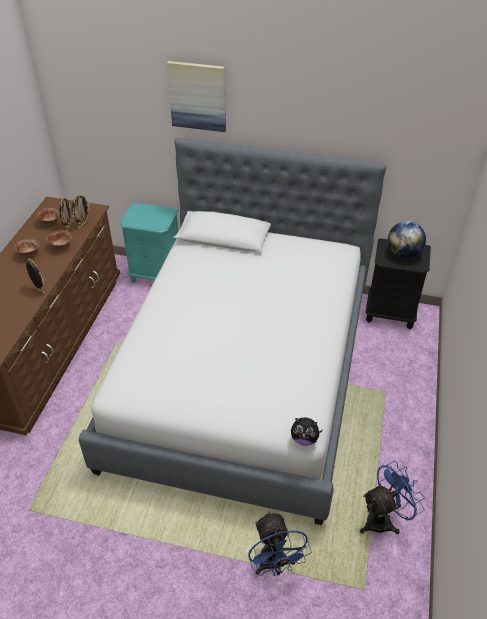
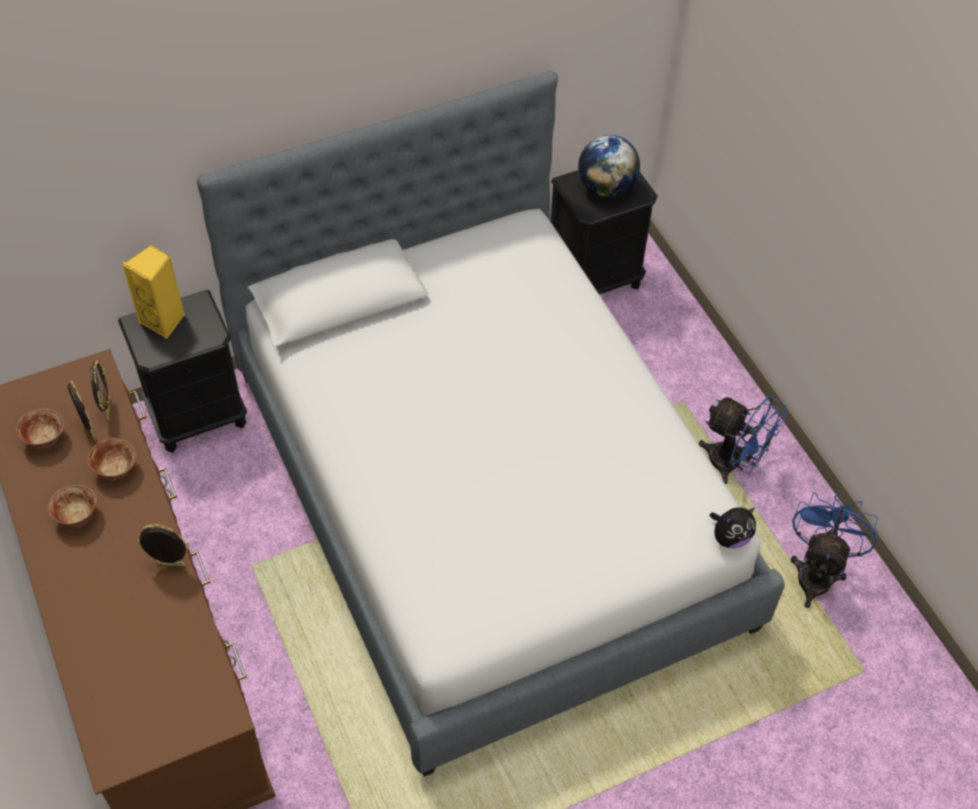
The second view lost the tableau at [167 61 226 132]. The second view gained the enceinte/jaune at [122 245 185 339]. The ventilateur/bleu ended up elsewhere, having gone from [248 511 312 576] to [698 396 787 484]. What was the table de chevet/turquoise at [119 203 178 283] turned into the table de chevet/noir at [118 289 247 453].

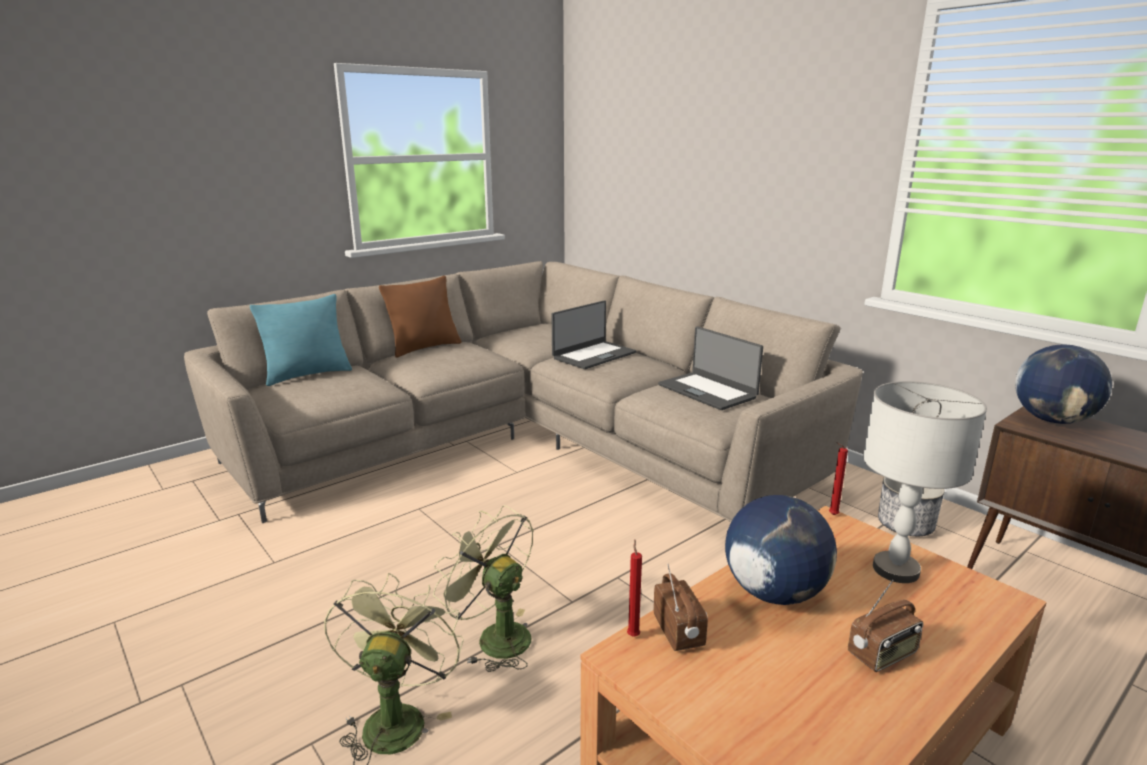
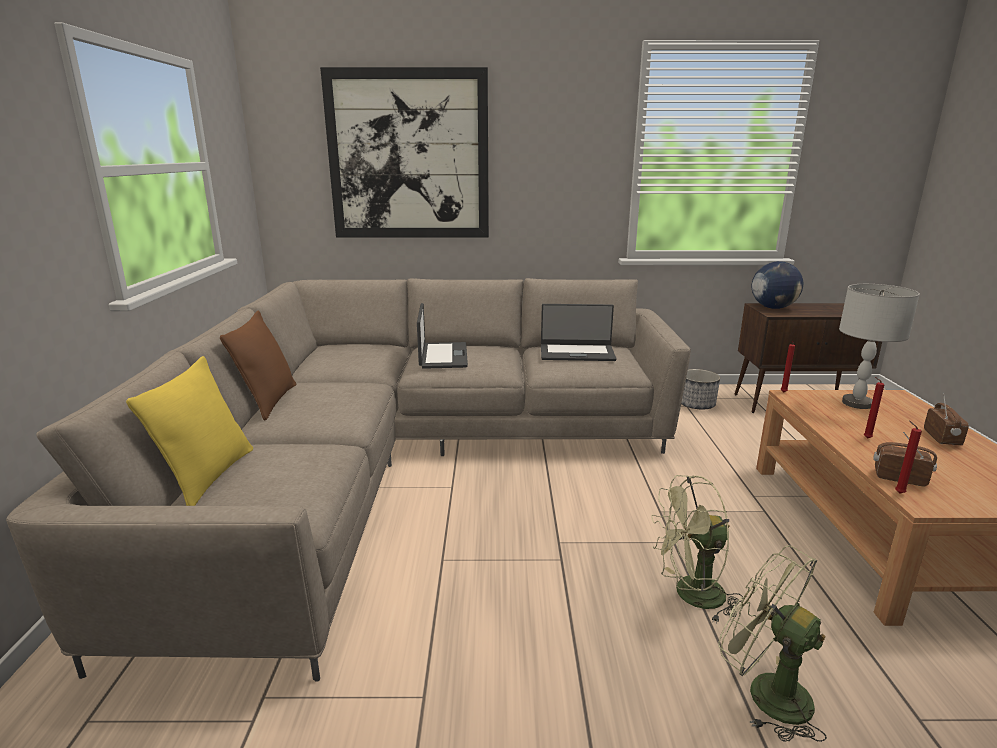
The second view gained the tableau at [320 67 489 237]. Where the globe stood at [725 495 837 605], the bougie/rouge came to stand at [864 377 885 439]. What was the coussin/turquoise at [250 294 352 386] turned into the coussin/jaune at [126 356 253 506].

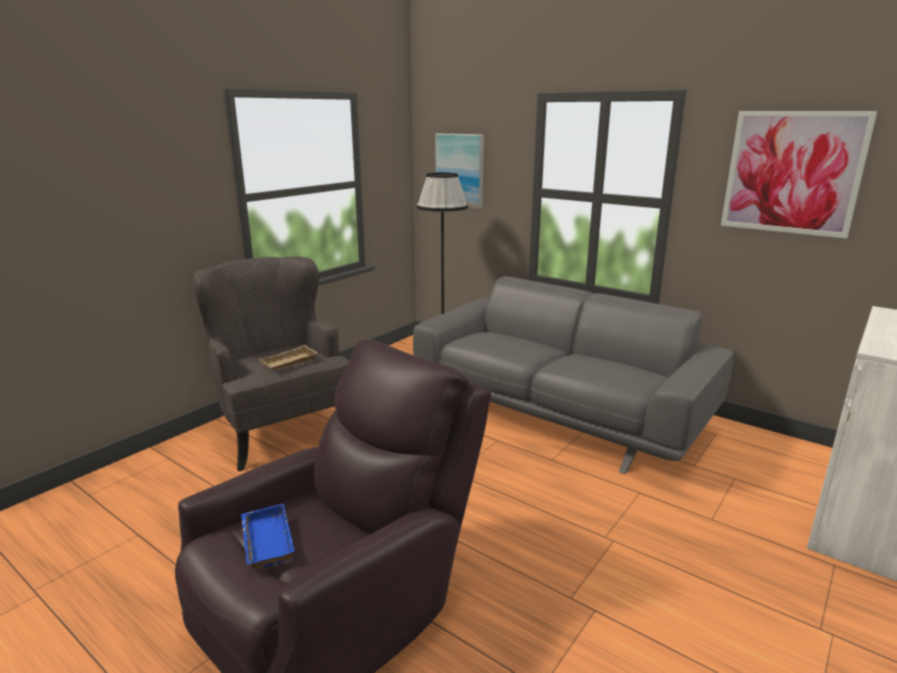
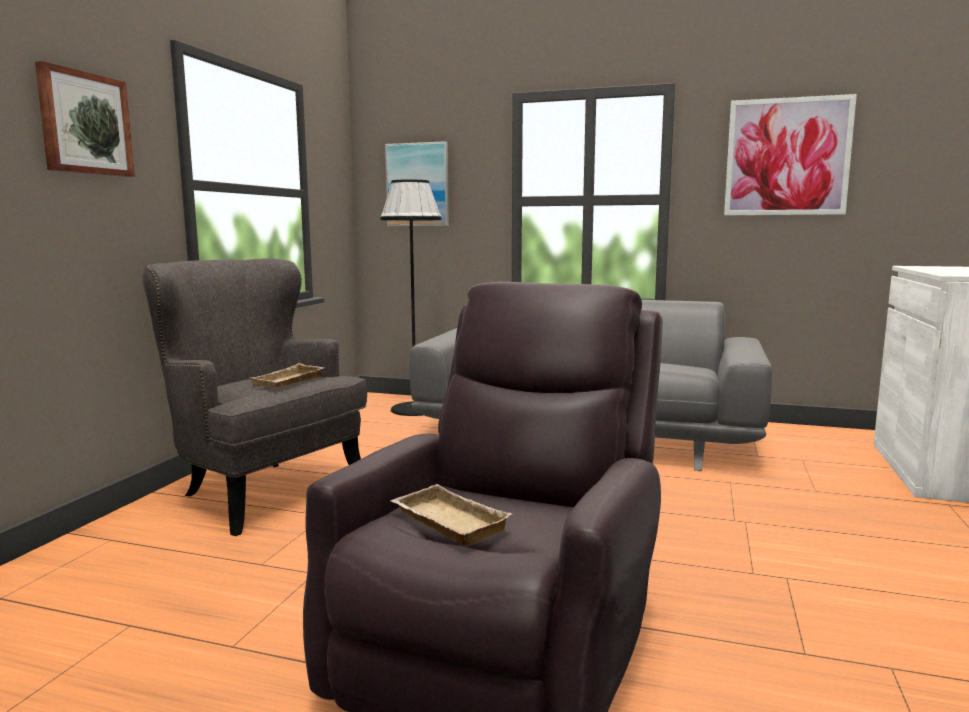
The second view gained the tableau at [35 61 135 177]. What was the plateau/bleu at [241 504 294 569] turned into the plateau/beige at [390 484 512 546].

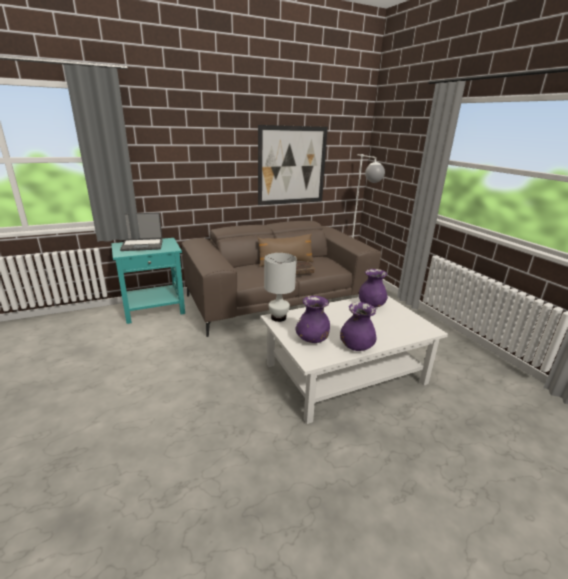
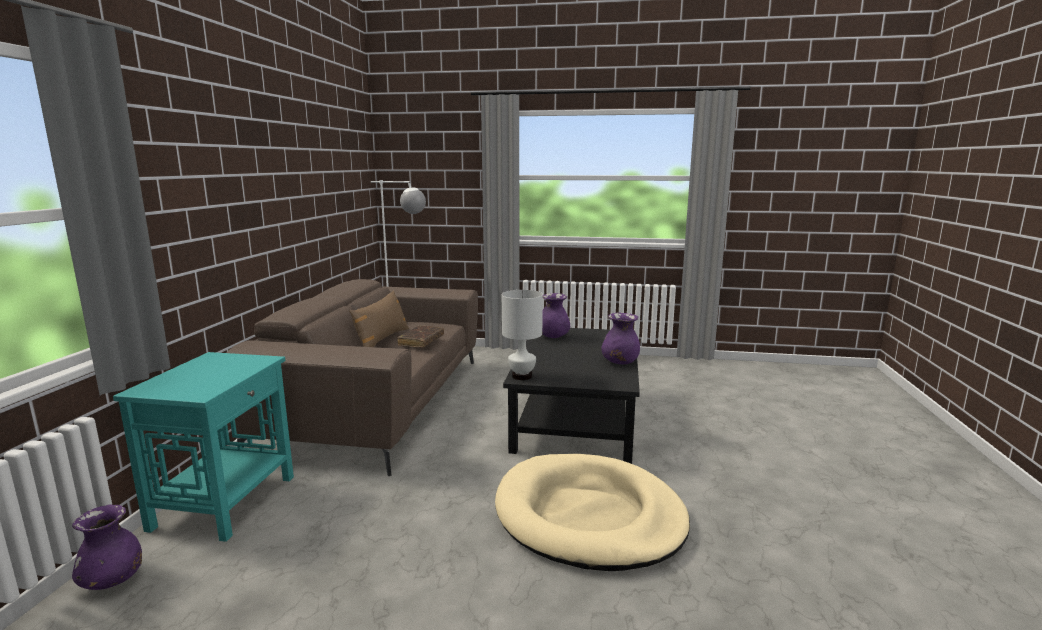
The second view lost the ordinateur portable at [120 213 162 251]. The second view lost the tableau at [258 125 328 205]. The second view gained the panier pour chien/beige at [495 454 690 571]. The vase/violet ended up elsewhere, having gone from [295 296 330 343] to [72 504 142 590]. What was the table basse/blanc at [260 296 448 424] turned into the table basse/noir at [503 328 640 464].

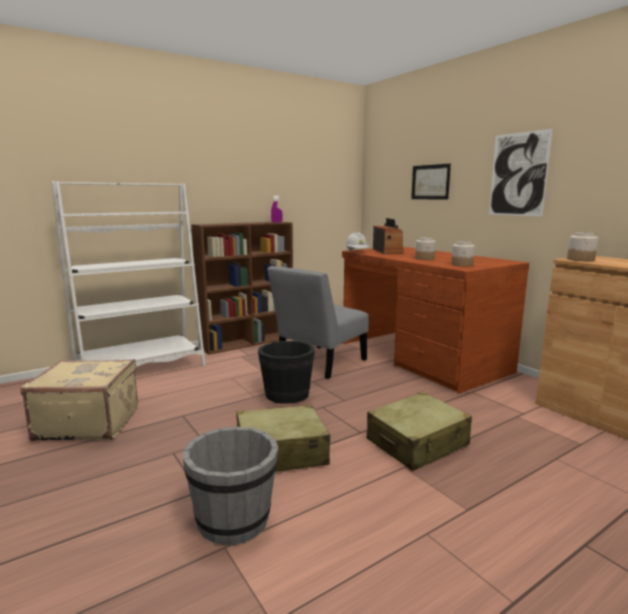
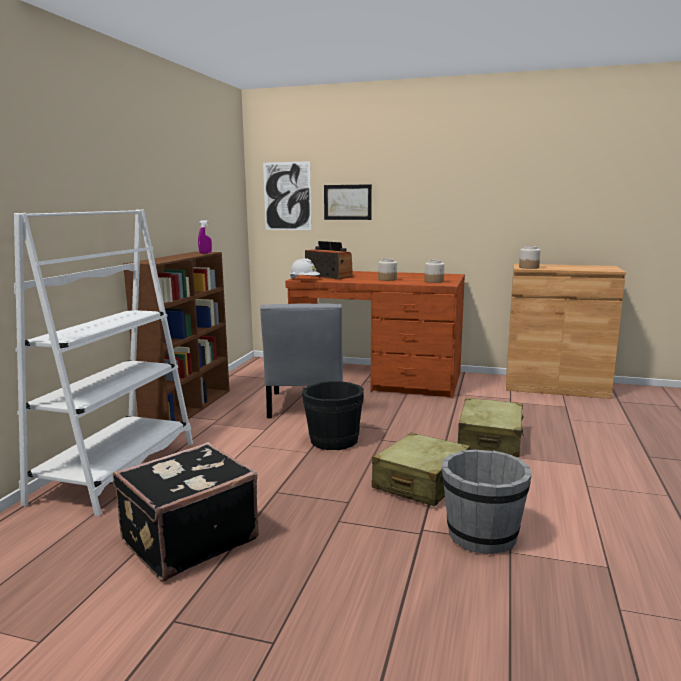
The tableau ended up elsewhere, having gone from [489 129 553 217] to [263 161 311 230]. What was the valise/beige at [21 359 138 441] turned into the valise/noir at [113 442 259 582].

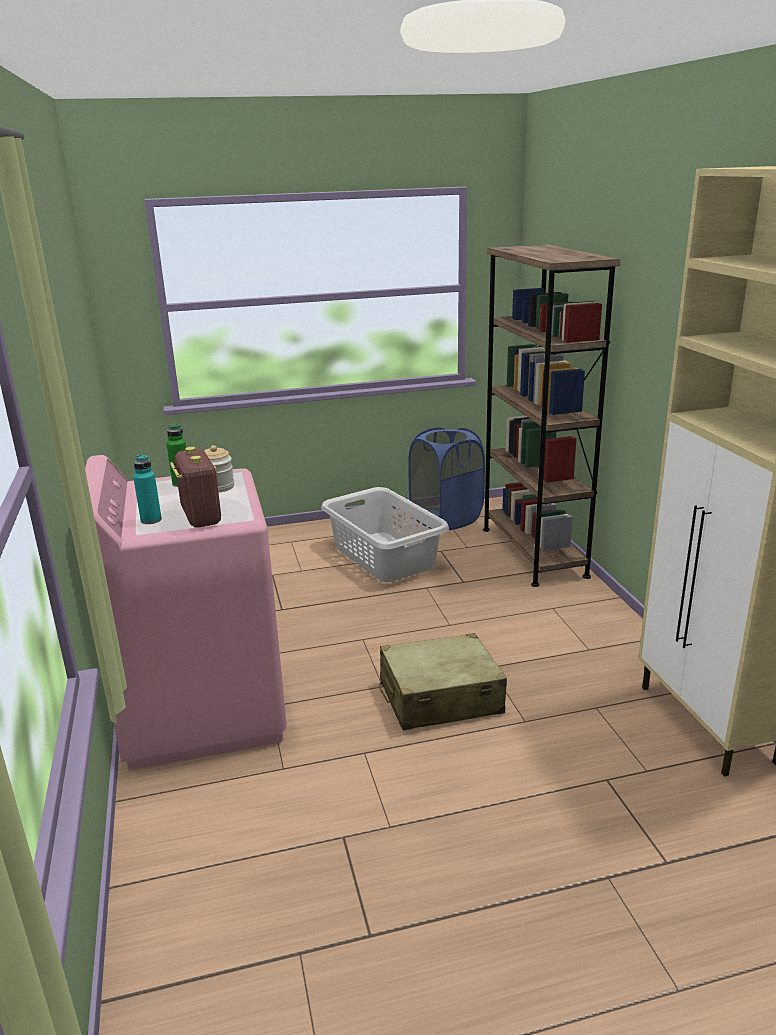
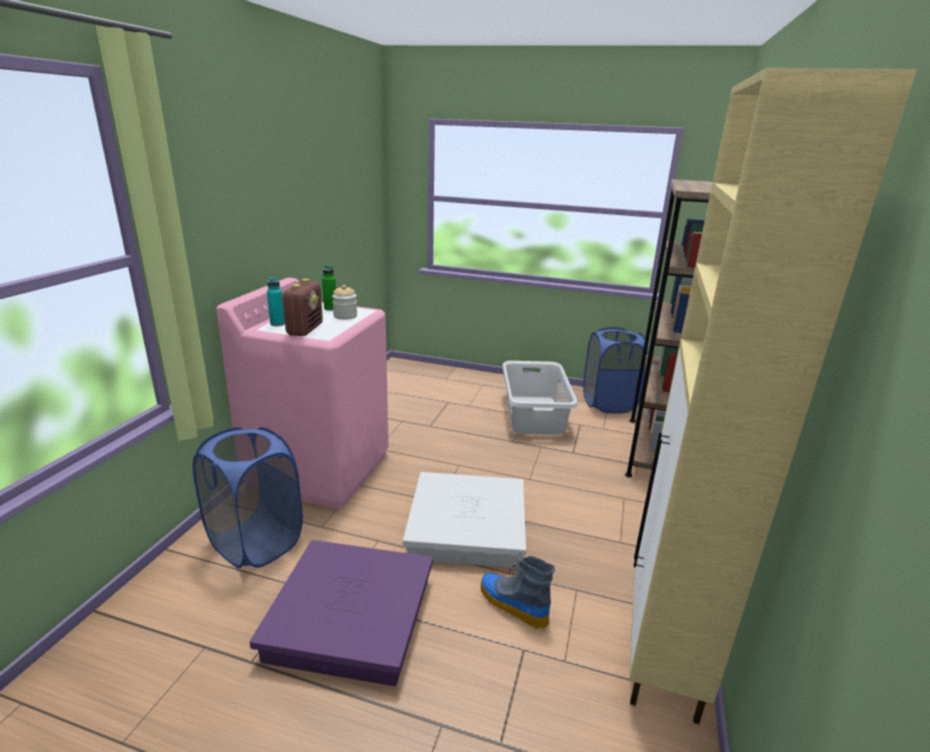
The second view gained the panier à linge/bleu at [193 427 303 568]. The second view gained the boîte de rangement/violet at [250 540 433 686]. The second view gained the botte at [481 553 555 629]. Where the valise/beige stood at [379 633 507 730], the boîte de rangement/blanc came to stand at [403 472 526 568].

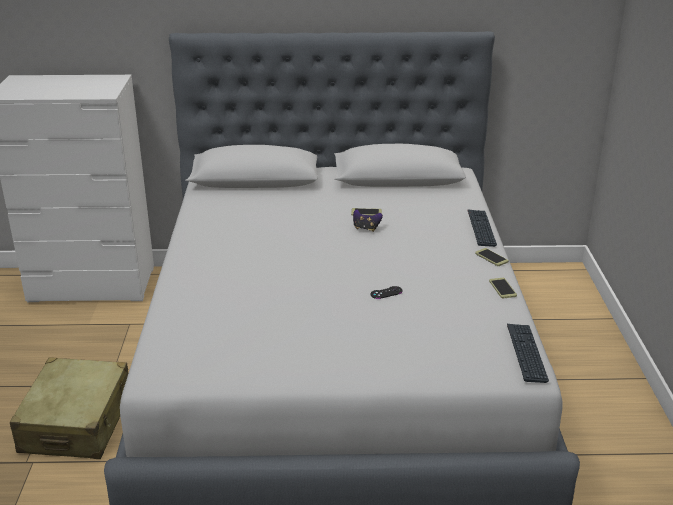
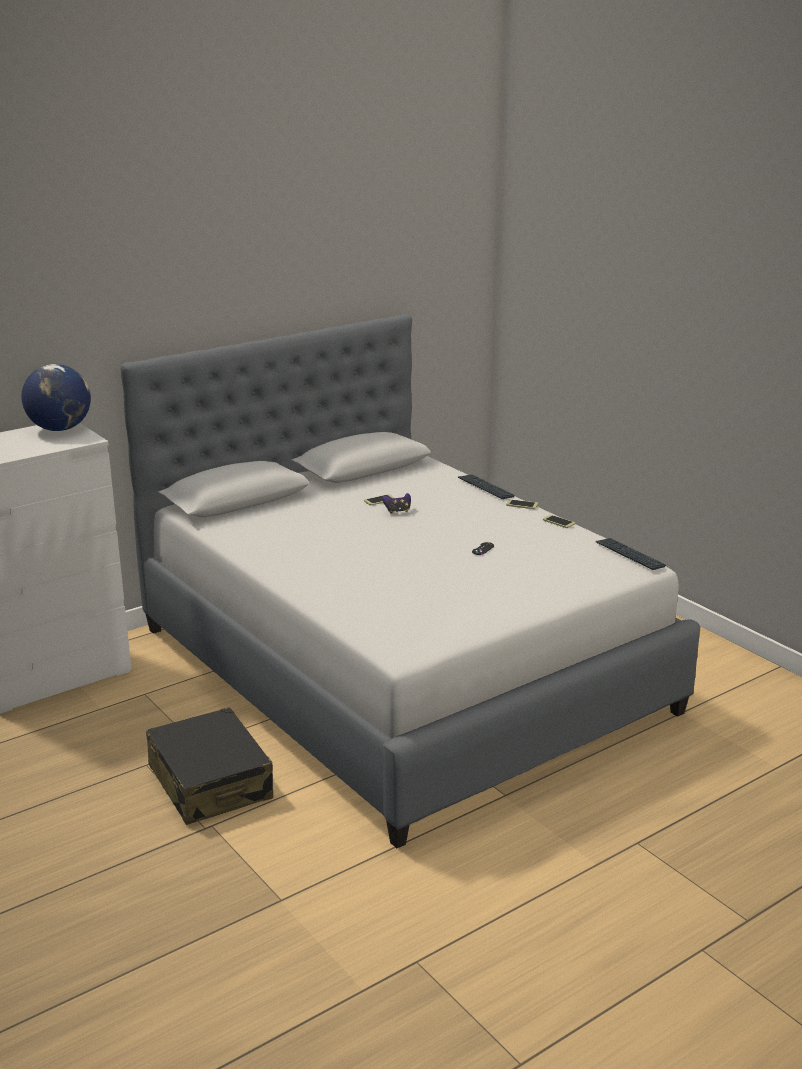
The second view gained the globe at [21 364 91 431]. What was the valise/beige at [10 358 128 459] turned into the valise/noir at [146 707 273 825].

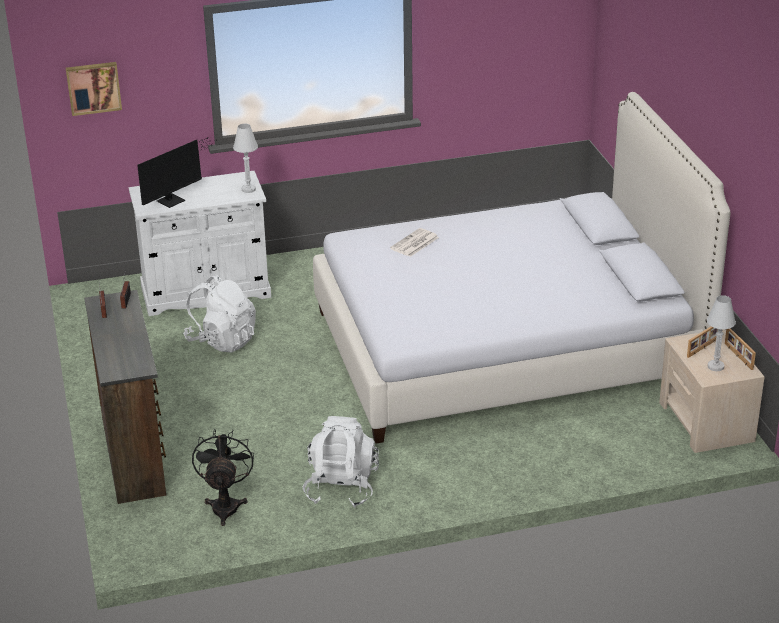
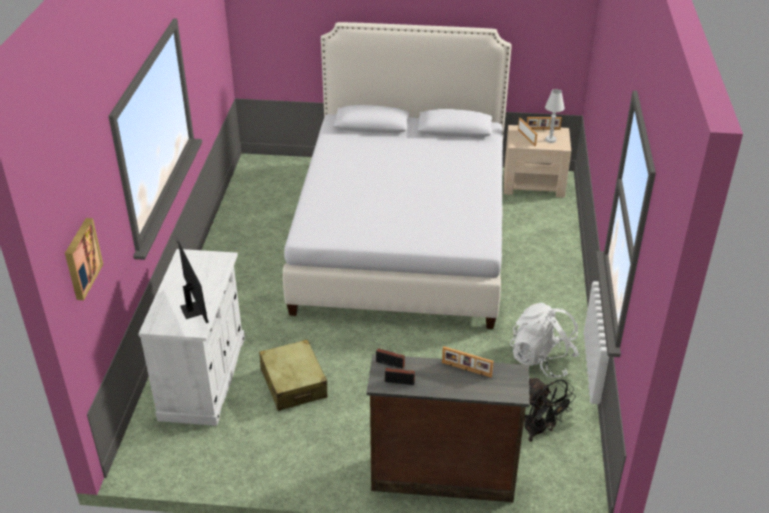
The second view lost the lampe de table/blanc at [233 124 258 193]. The second view lost the journal at [390 228 439 257]. The second view gained the cadre photo at [442 346 493 377]. Where the sac à dos/blanc stood at [183 274 256 353], the valise/beige came to stand at [259 339 328 411]. The ventilateur/noir at [192 429 254 526] ended up facing another way, 150 degrees counterclockwise from before.

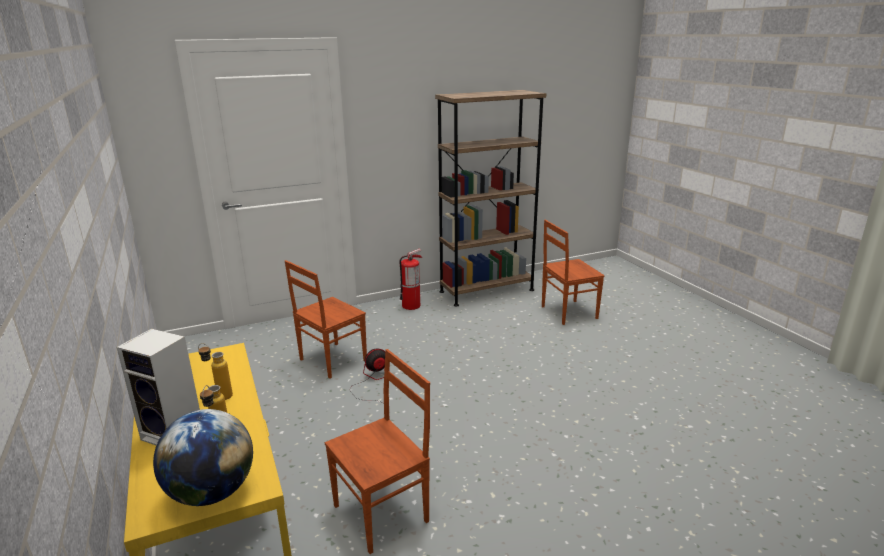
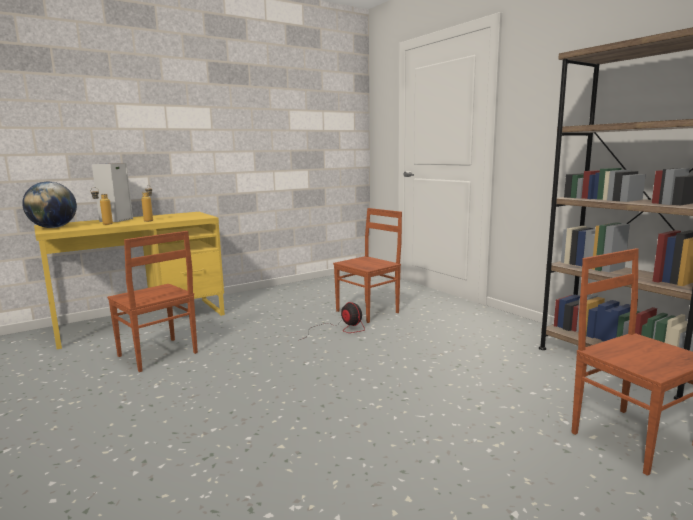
The second view lost the extincteur at [399 248 422 310]. The chaise/marron at [285 260 367 379] ended up facing another way, 105 degrees clockwise from before.

